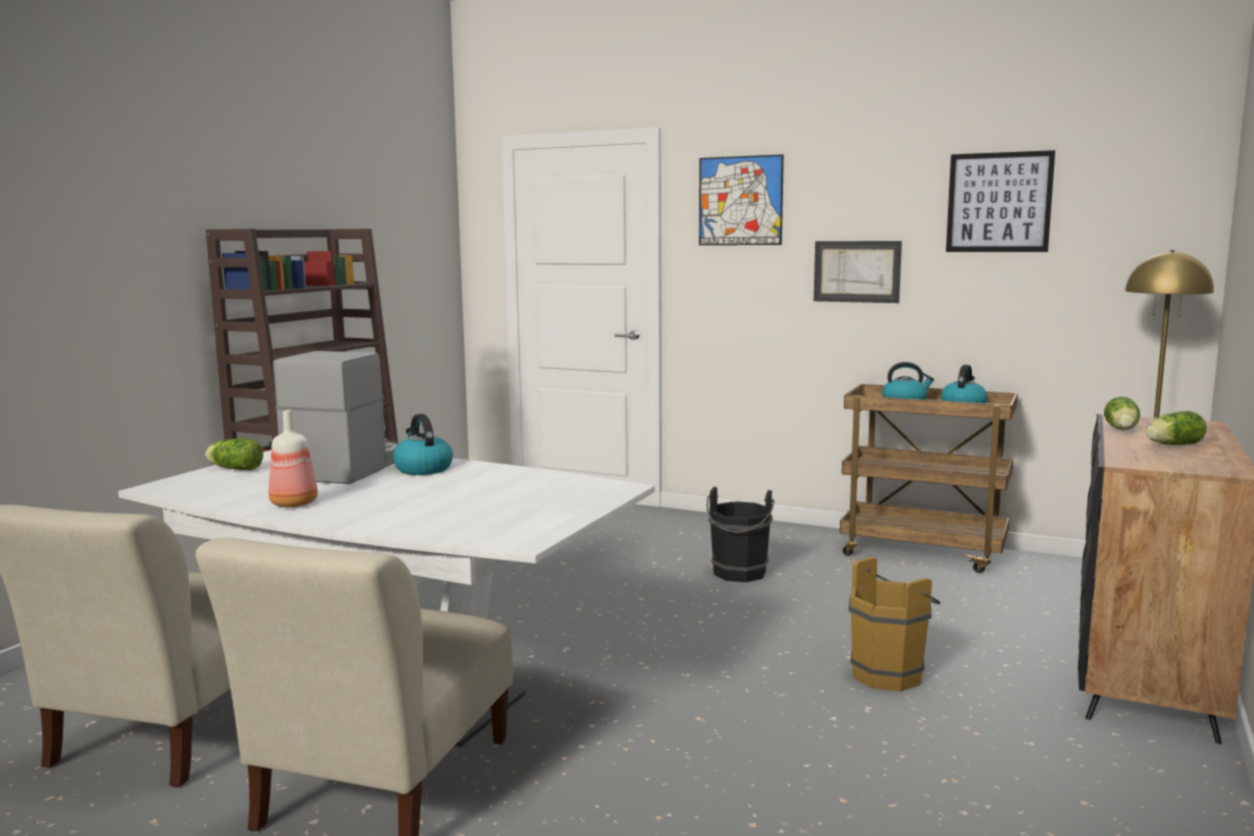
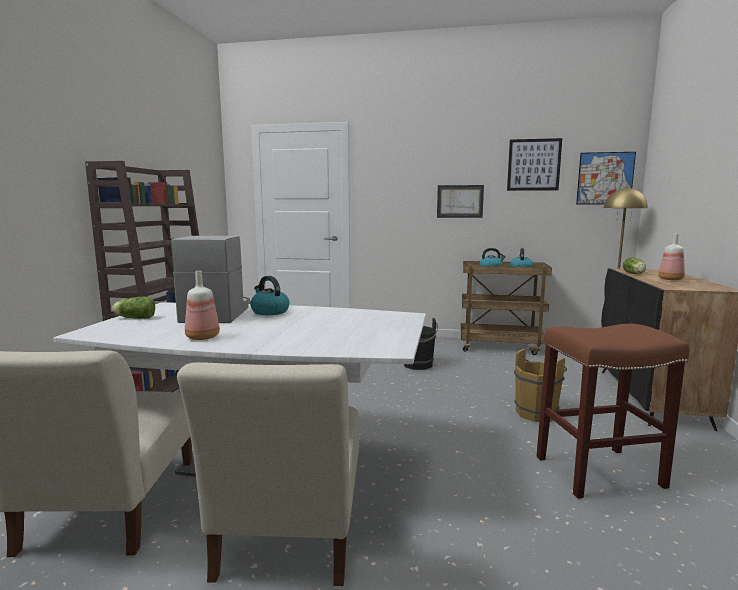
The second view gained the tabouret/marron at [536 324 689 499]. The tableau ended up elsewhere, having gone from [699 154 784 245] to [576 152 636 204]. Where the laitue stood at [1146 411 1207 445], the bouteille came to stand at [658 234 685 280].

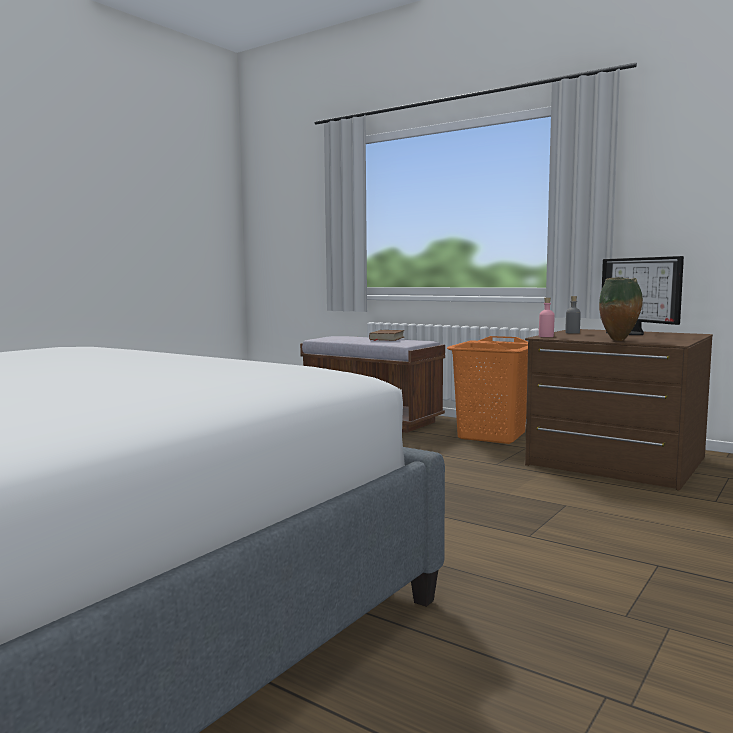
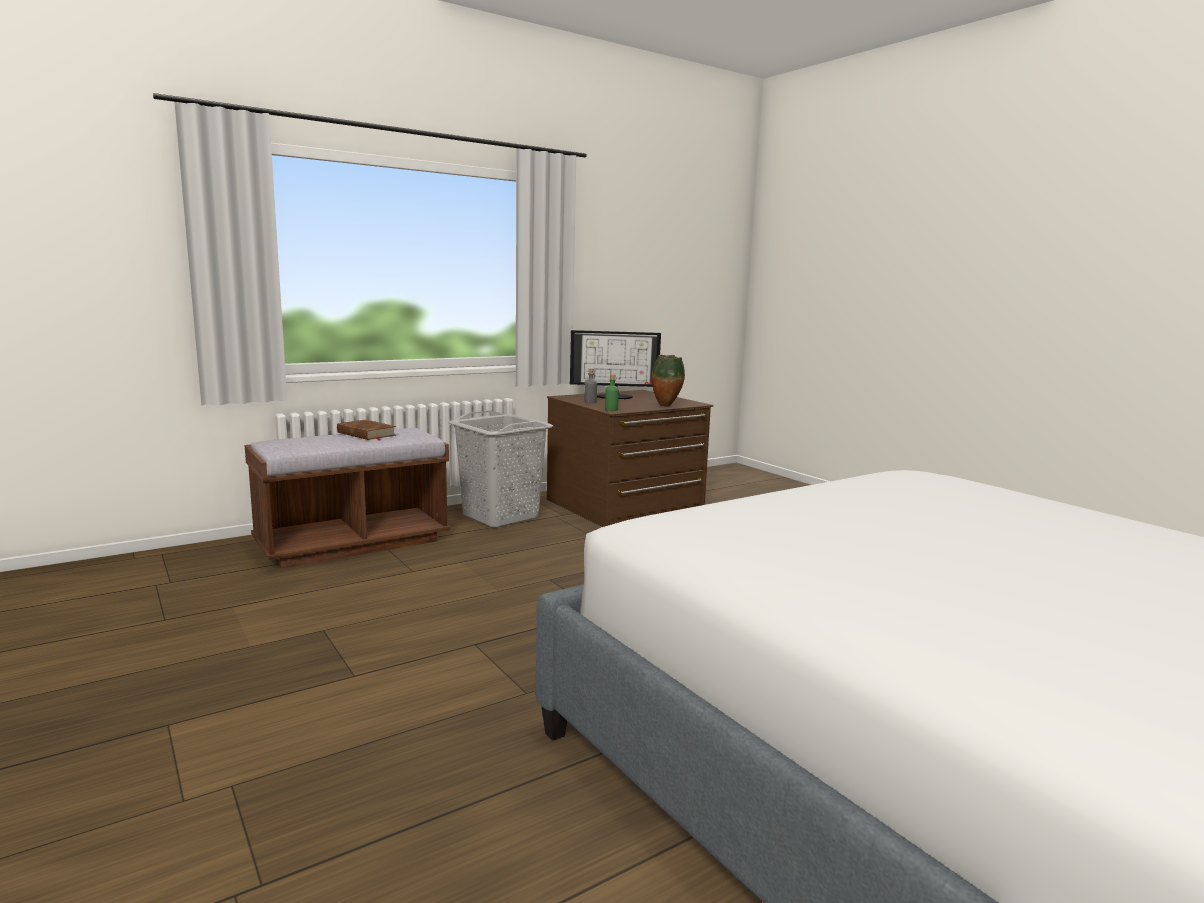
What was the panier à linge/orange at [447 336 528 444] turned into the panier à linge/gris at [448 410 553 528]. What was the bouteille/rose at [539 297 555 337] turned into the bouteille/vert at [605 374 619 411].

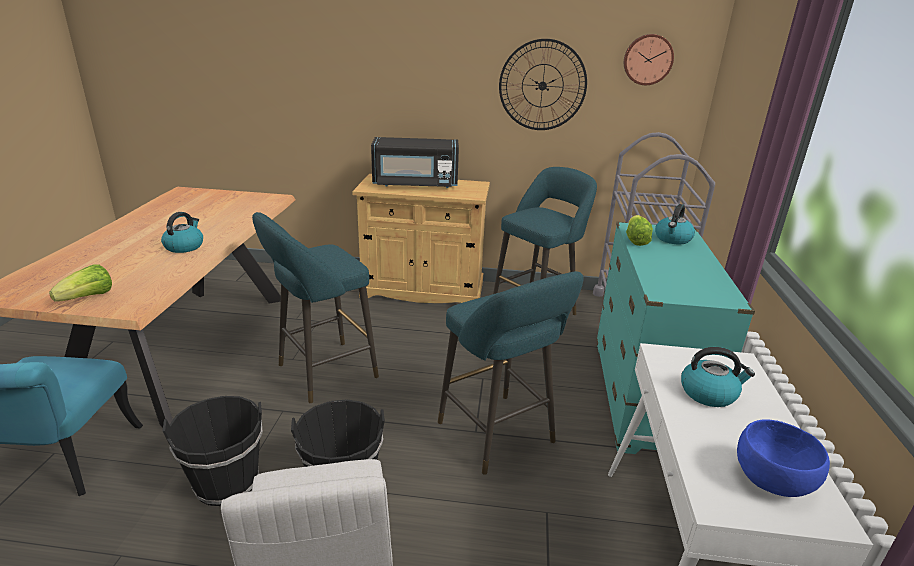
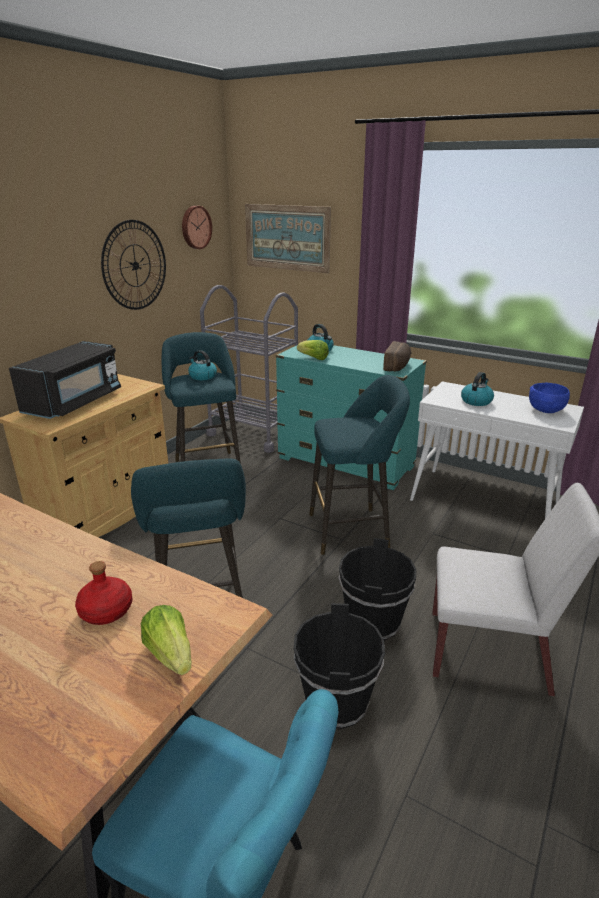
The second view gained the bouteille/rouge at [75 561 133 625]. The second view gained the tableau at [245 204 331 273]. The second view gained the pain at [383 341 412 372]. The bouilloire ended up elsewhere, having gone from [161 212 203 253] to [188 350 217 380].

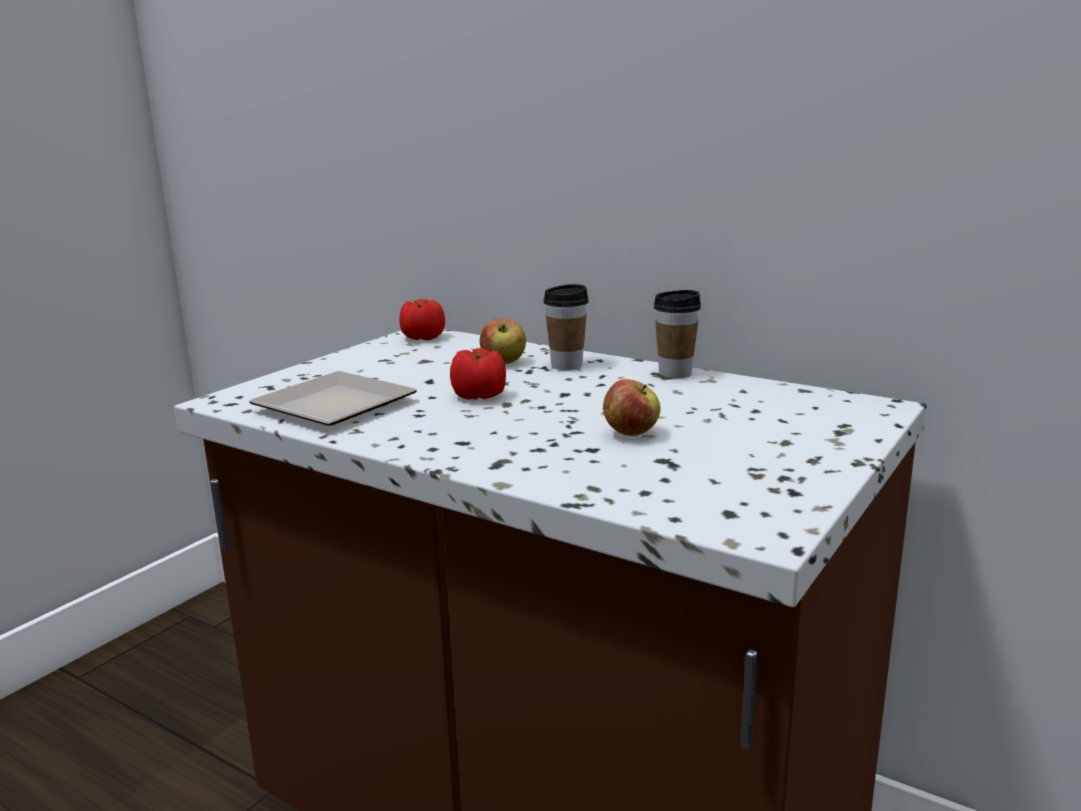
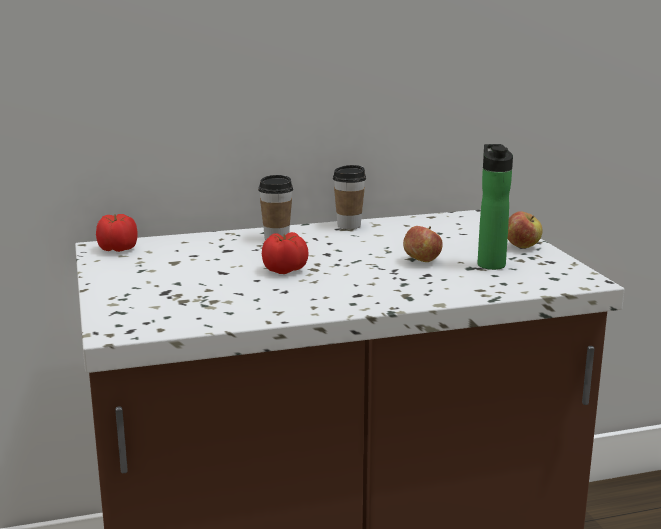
The second view lost the assiette at [249 371 417 426]. The second view gained the bouteille at [478 144 513 270]. The pomme ended up elsewhere, having gone from [480 318 526 364] to [508 211 542 248].

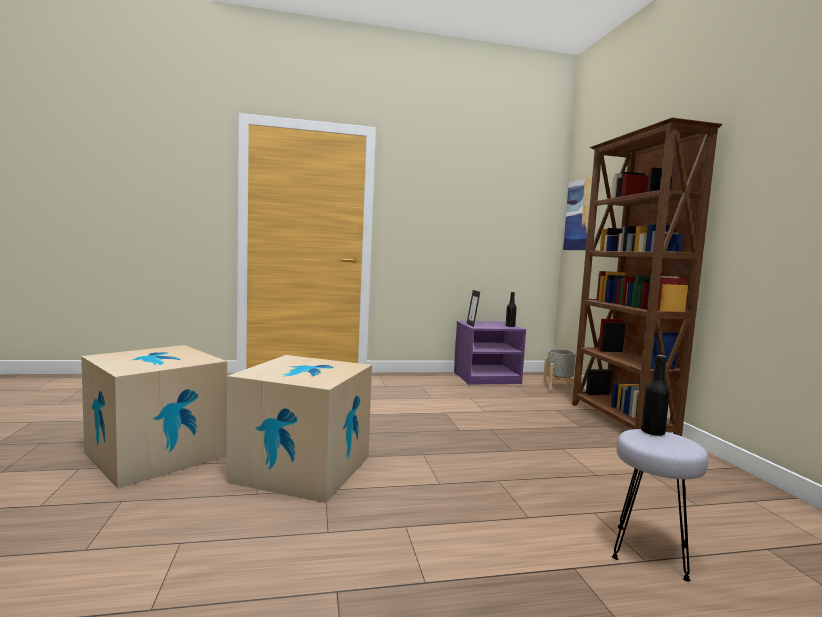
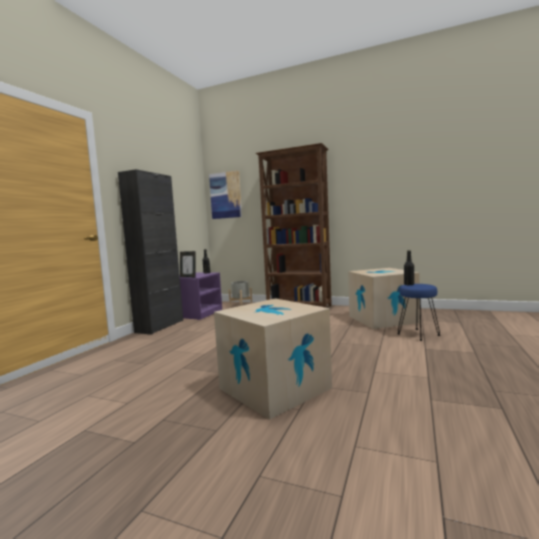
The second view gained the meuble de rangement/noir at [118 169 183 335]. The carton ended up elsewhere, having gone from [81 345 227 489] to [348 268 420 329]. What was the tabouret/gris at [612 429 708 581] turned into the tabouret/bleu at [397 284 440 341].

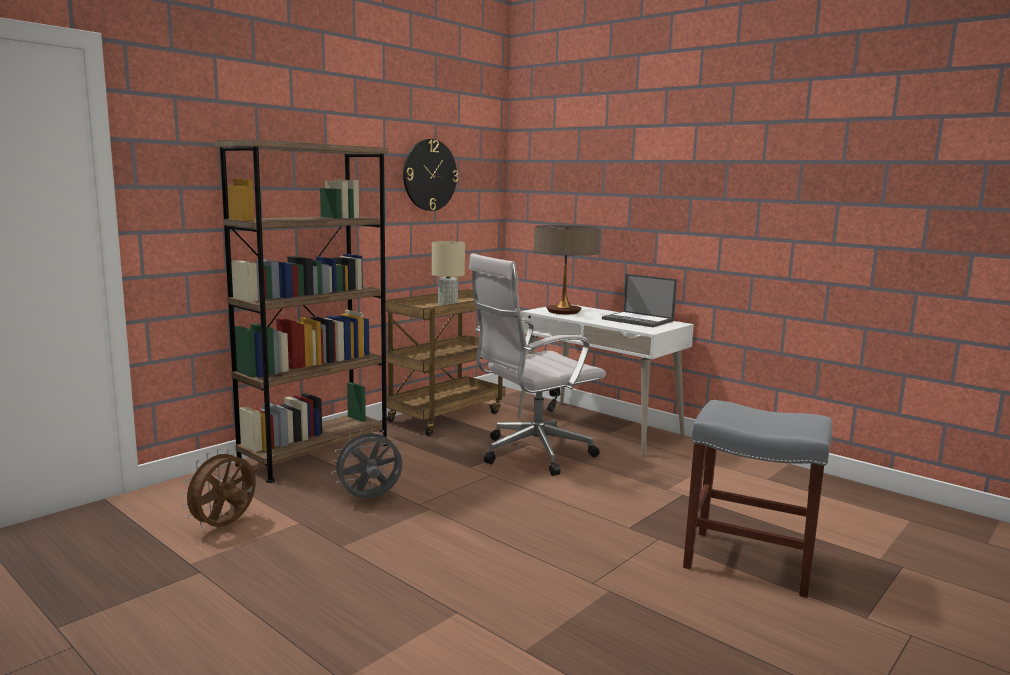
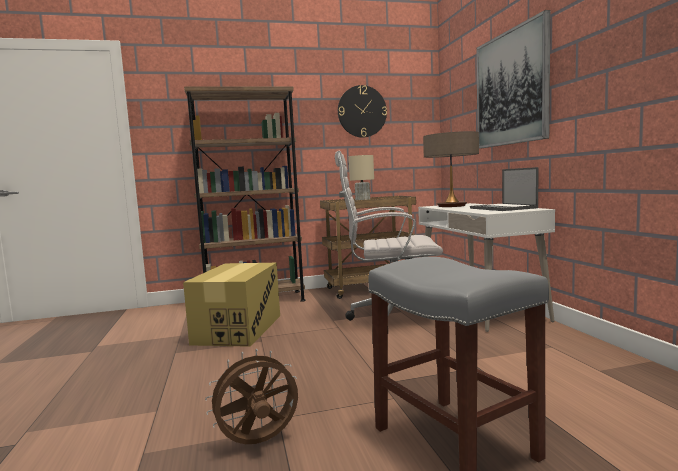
The second view gained the tableau at [476 10 550 149]. The ventilateur/marron ended up elsewhere, having gone from [180 449 256 528] to [205 349 298 444]. Where the ventilateur/gris stood at [331 428 403 499], the carton came to stand at [183 263 280 347].

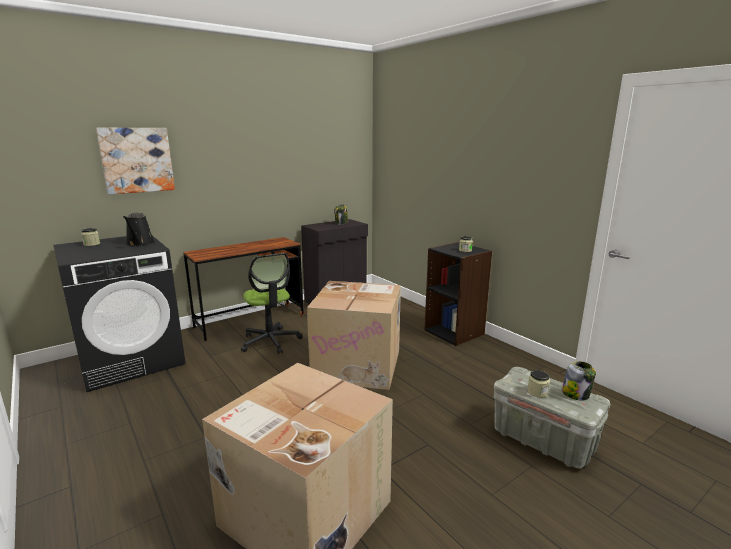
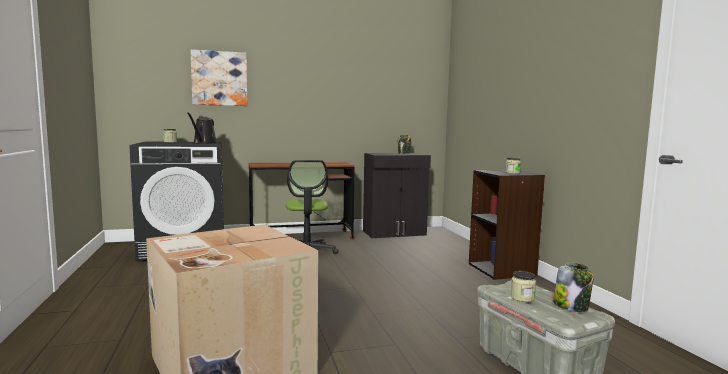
The second view lost the carton at [307 281 401 390].

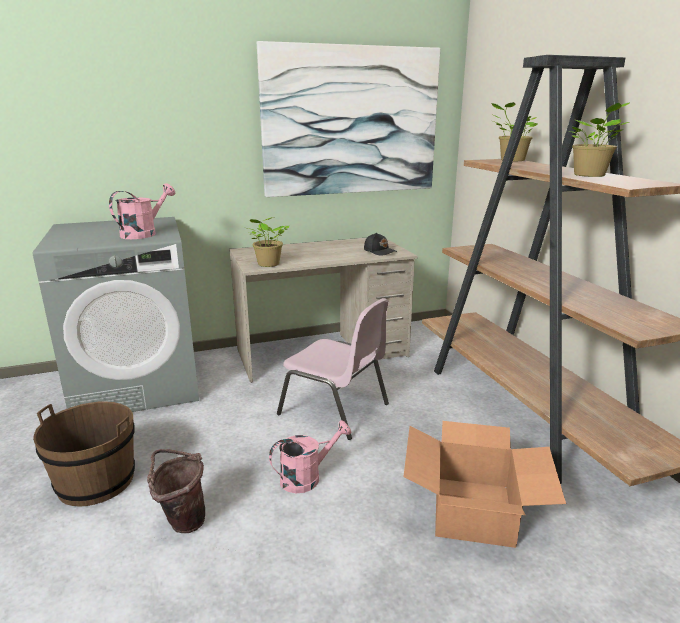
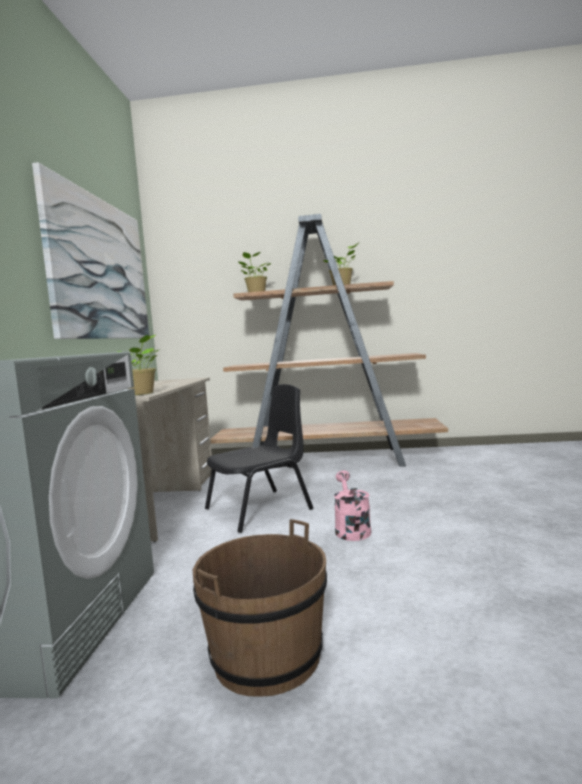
The second view lost the arrosoir/rose at [109 183 175 239]. The second view lost the seau/marron at [147 449 205 533]. The second view lost the casquette/noir at [364 233 397 256]. The second view lost the carton at [403 421 566 548]. What was the chaise/rose at [277 298 389 440] turned into the chaise/noir at [205 384 313 533].

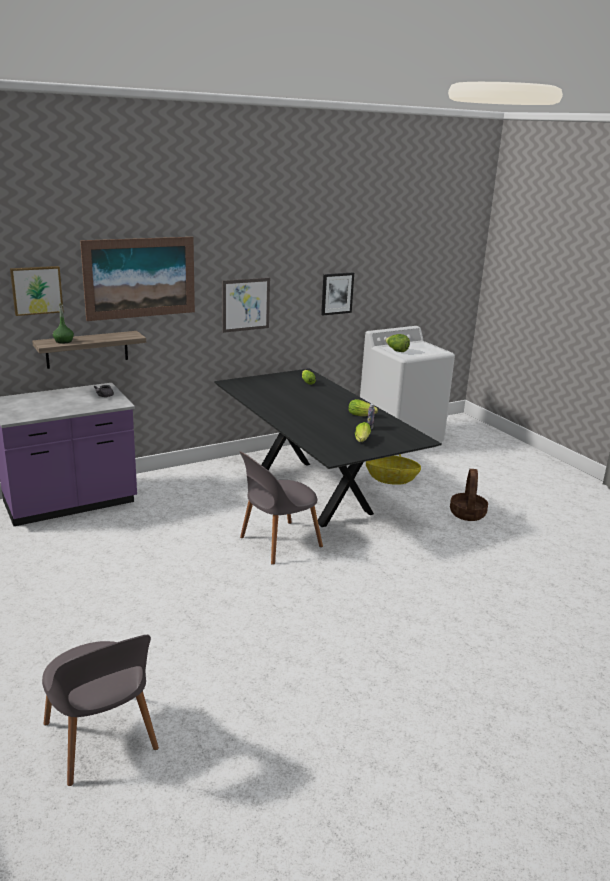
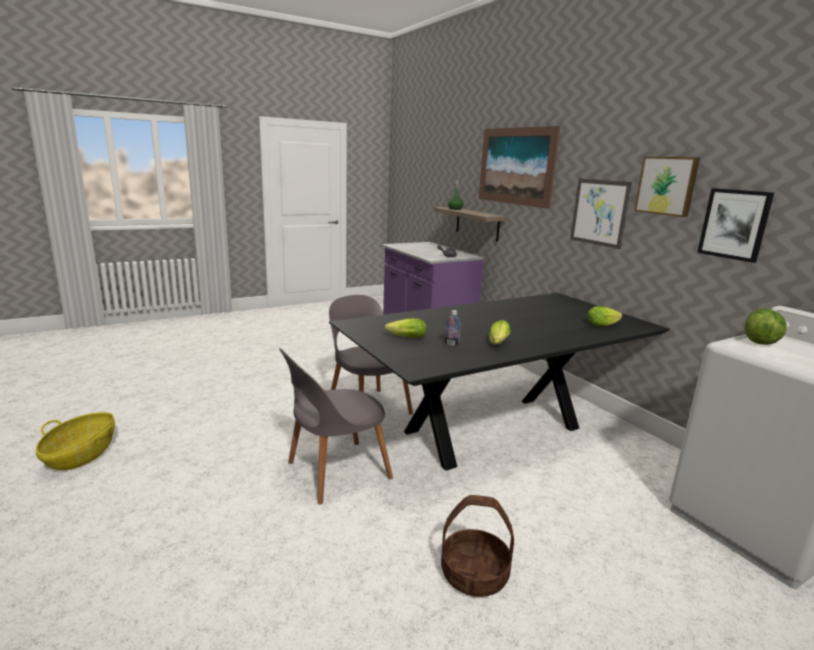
The tableau ended up elsewhere, having gone from [10 266 64 316] to [634 156 700 217]. The chaise/gris ended up elsewhere, having gone from [42 635 159 786] to [279 348 393 504]. The panier ended up elsewhere, having gone from [366 454 421 485] to [36 412 115 470].

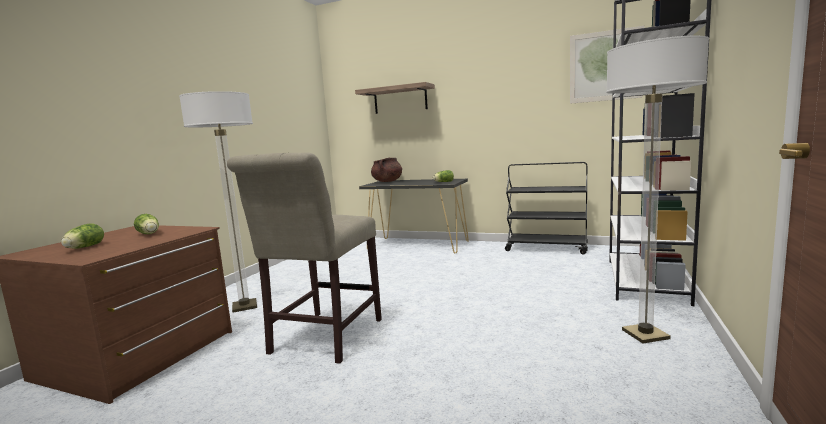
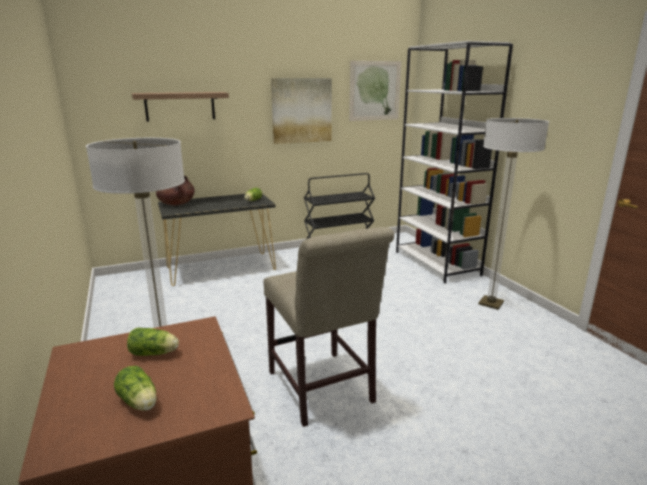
The second view gained the tableau at [271 78 332 144].

